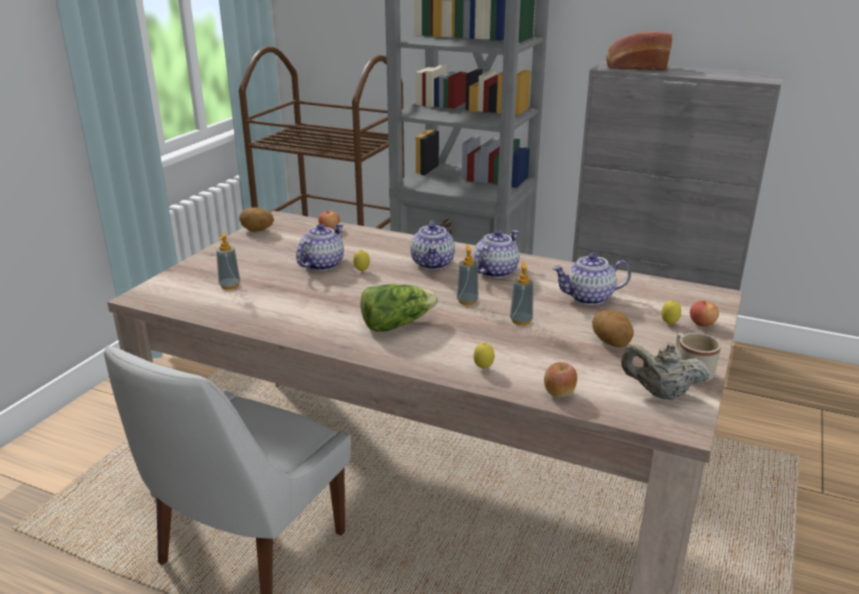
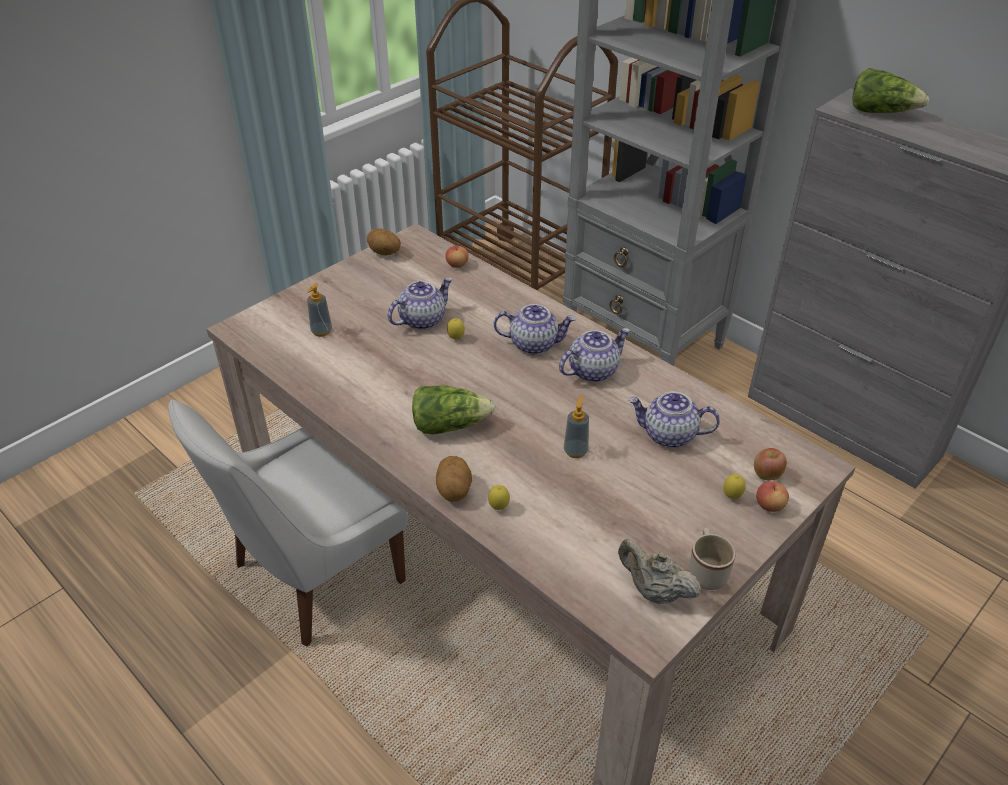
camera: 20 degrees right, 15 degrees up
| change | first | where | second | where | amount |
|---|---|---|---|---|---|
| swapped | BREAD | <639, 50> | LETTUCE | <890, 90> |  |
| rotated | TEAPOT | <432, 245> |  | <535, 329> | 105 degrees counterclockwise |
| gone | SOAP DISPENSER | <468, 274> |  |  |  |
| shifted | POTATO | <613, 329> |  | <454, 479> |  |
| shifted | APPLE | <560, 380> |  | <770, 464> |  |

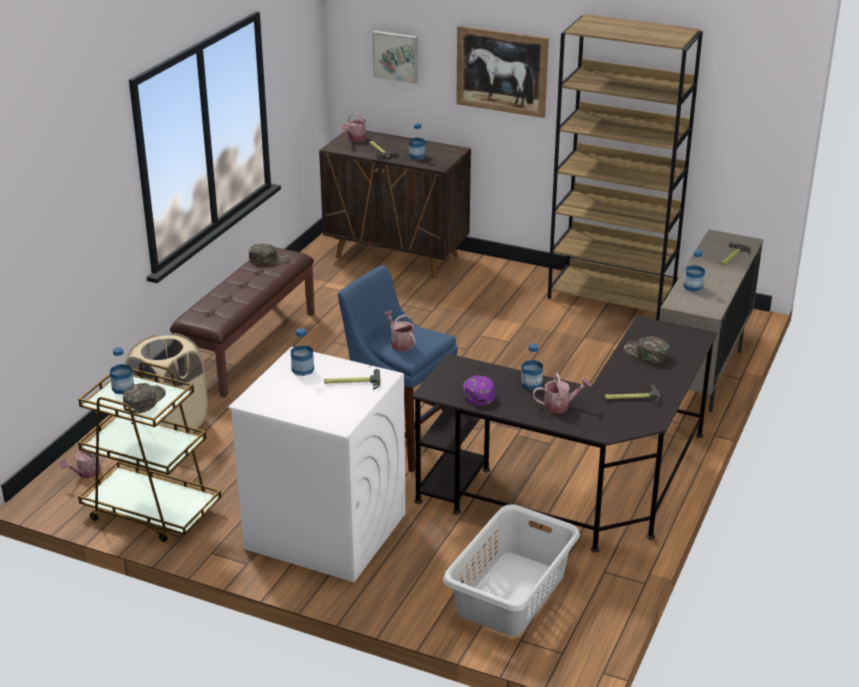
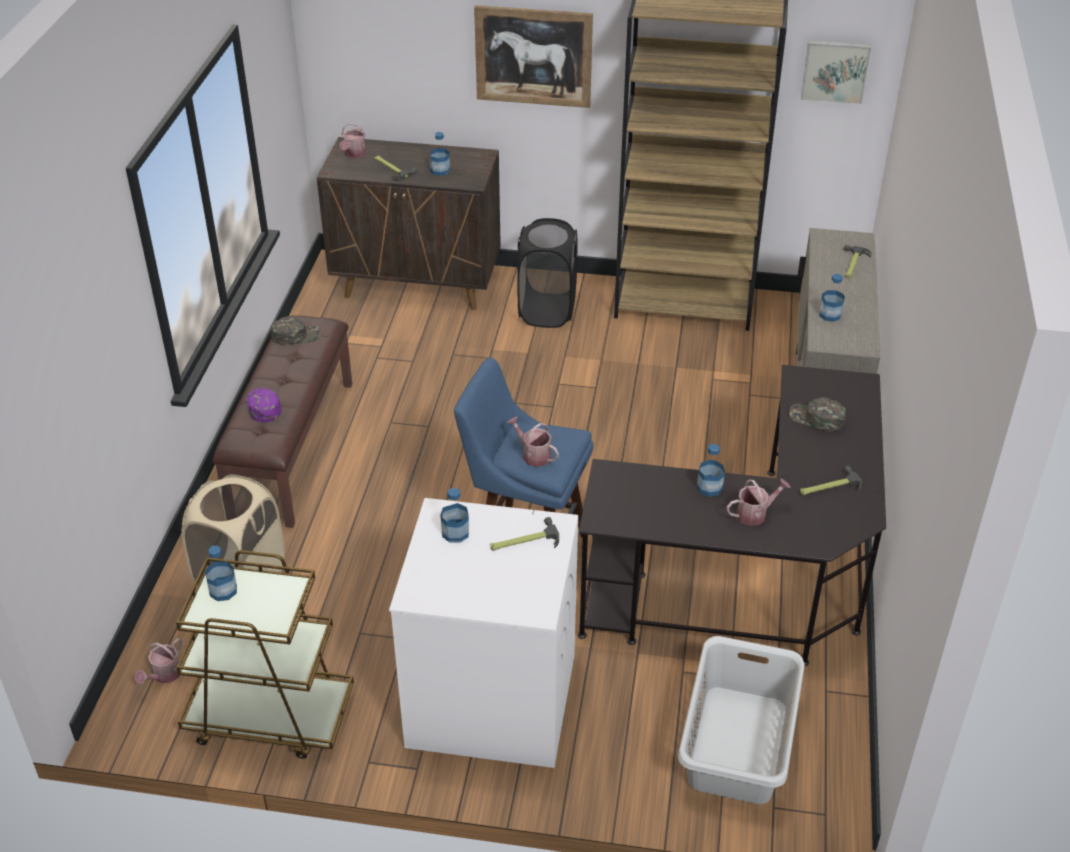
camera: 15 degrees left, 10 degrees up
| change | first | where | second | where | amount |
|---|---|---|---|---|---|
| shifted | PICTURE | <395, 57> |  | <836, 72> |  |
| shifted | PURPLE CAP | <479, 390> |  | <263, 405> |  |
| gone | GREEN CAP | <144, 398> |  |  |  |
| new |  |  | BLACK LAUNDRY BASKET | <547, 273> |  |

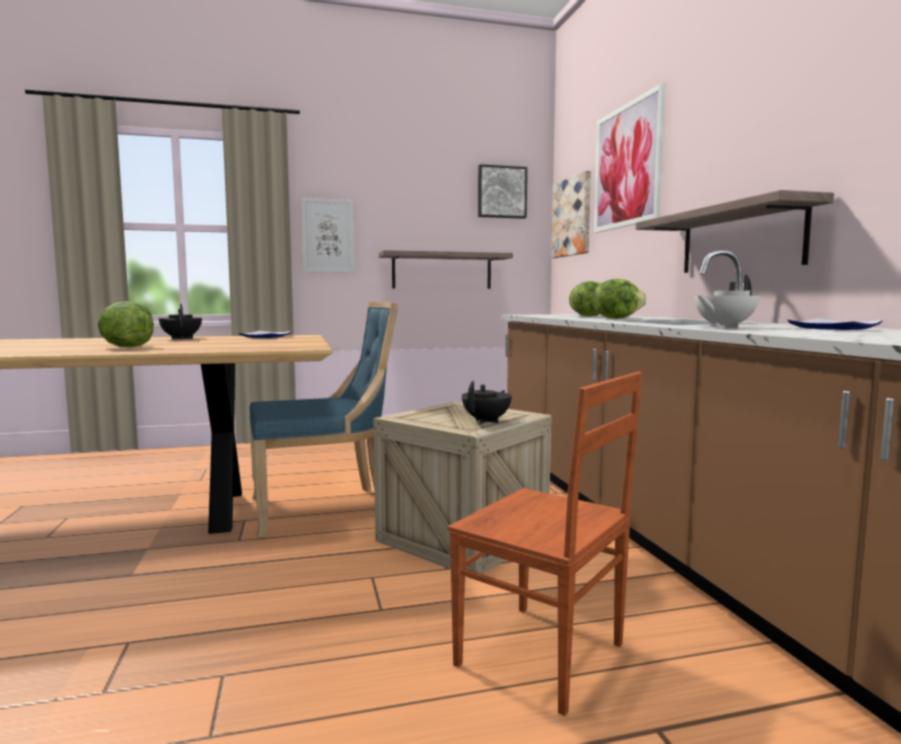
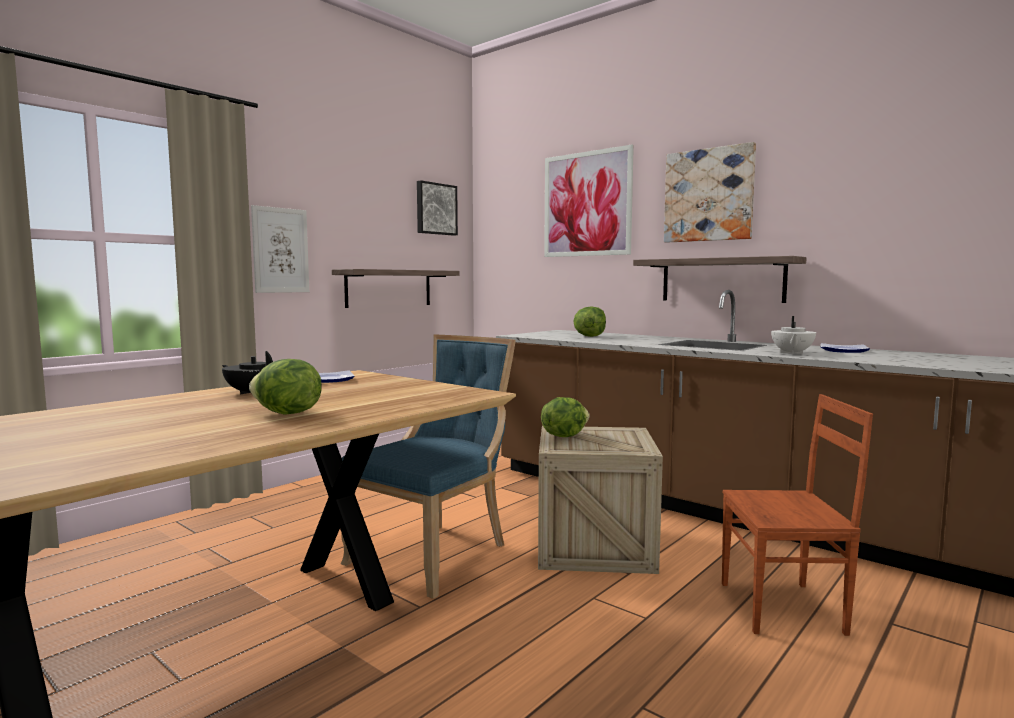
camera: 35 degrees left, 0 degrees up
| change | first | where | second | where | amount |
|---|---|---|---|---|---|
| shifted | PICTURE | <571, 214> |  | <710, 192> |  |
| shifted | LETTUCE | <620, 299> |  | <565, 417> |  |
| gone | BLACK TEAPOT | <487, 402> |  |  |  |

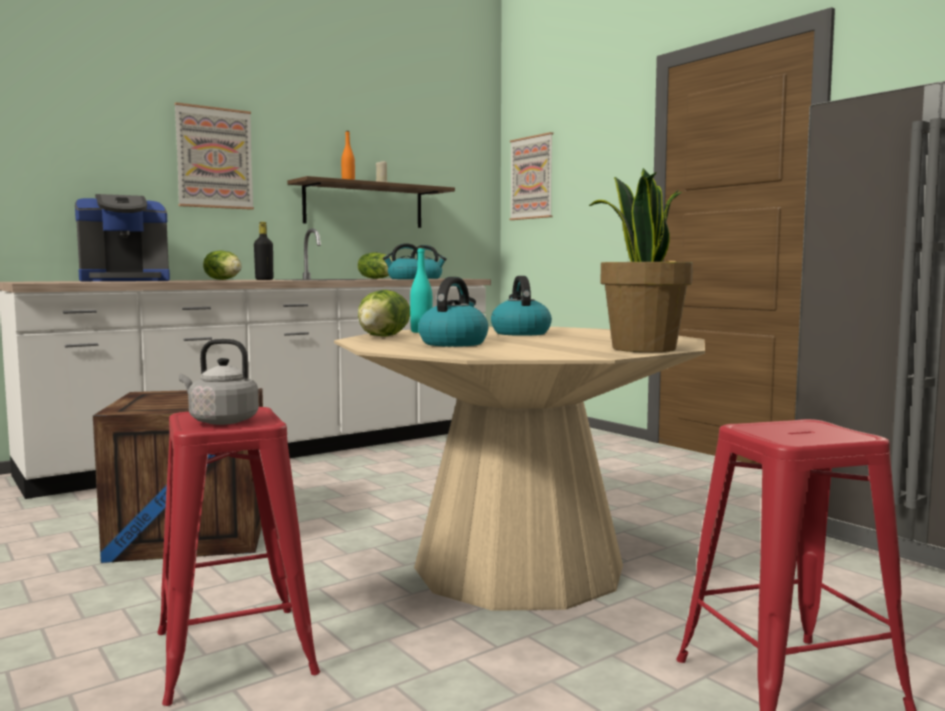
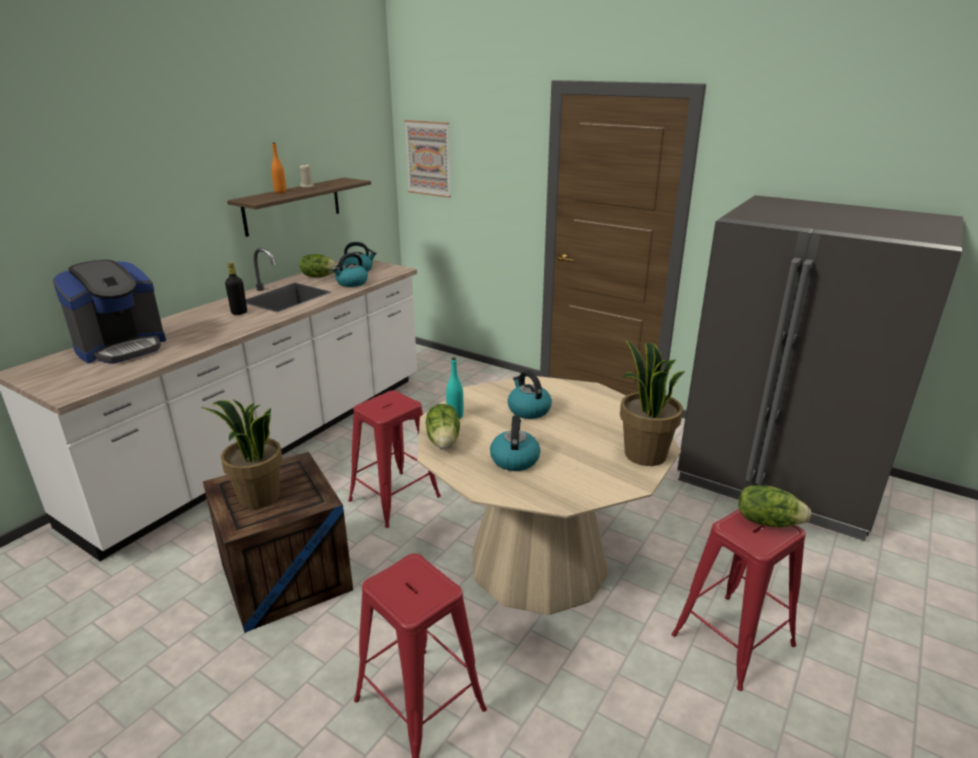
camera: 20 degrees left, 20 degrees up
| change | first | where | second | where | amount |
|---|---|---|---|---|---|
| gone | PICTURE | <214, 156> |  |  |  |
| shifted | LETTUCE | <222, 265> |  | <775, 506> |  |
| gone | GREY KETTLE | <219, 382> |  |  |  |
| new |  |  | RED STOOL | <394, 459> |  |
| new |  |  | POTTED PLANT | <242, 454> |  |

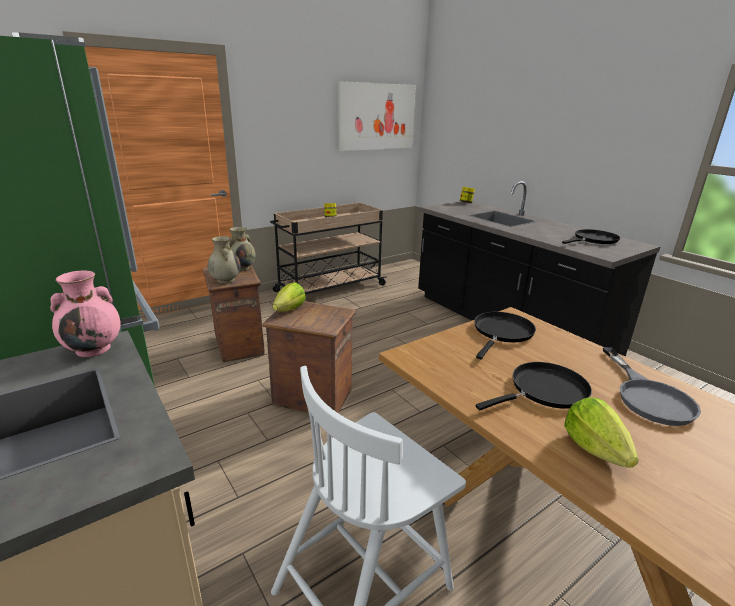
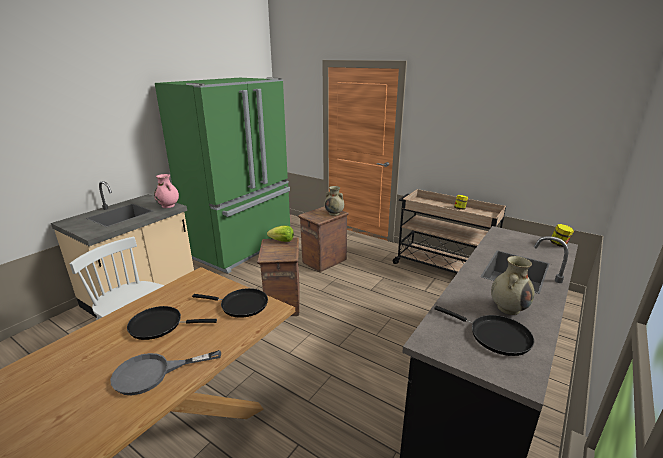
camera: 70 degrees right, 0 degrees up
| change | first | where | second | where | amount |
|---|---|---|---|---|---|
| gone | PICTURE | <377, 116> |  |  |  |
| shifted | BEIGE VASE | <224, 260> |  | <512, 285> |  |
| rotated | BLACK FRYING PAN | <534, 386> |  | <172, 323> | 135 degrees clockwise |
| gone | LETTUCE | <601, 432> |  |  |  |

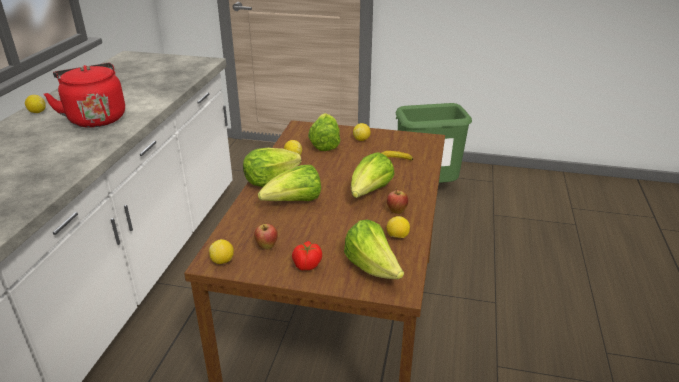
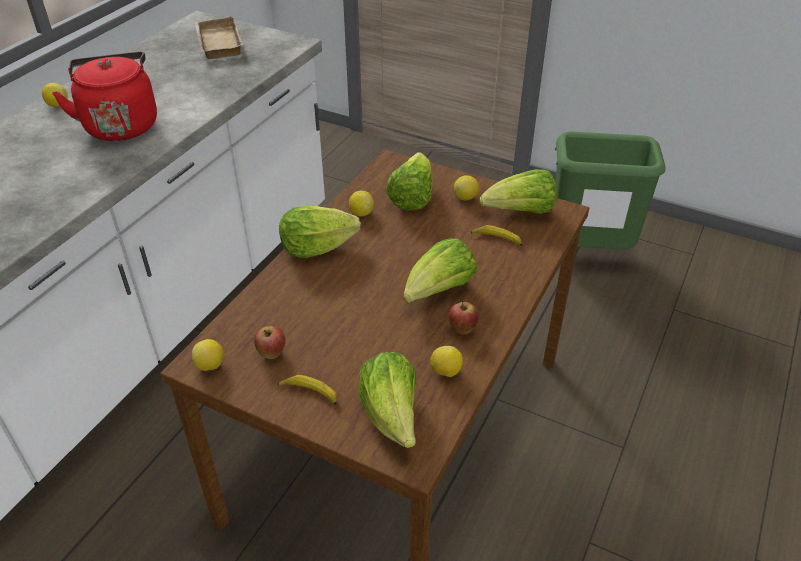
camera: 15 degrees right, 10 degrees up
| change | first | where | second | where | amount |
|---|---|---|---|---|---|
| shifted | LETTUCE | <289, 183> |  | <518, 191> |  |
| swapped | TOMATO | <307, 256> | BANANA | <307, 390> |  |
| new |  |  | BEIGE TRAY | <218, 37> |  |

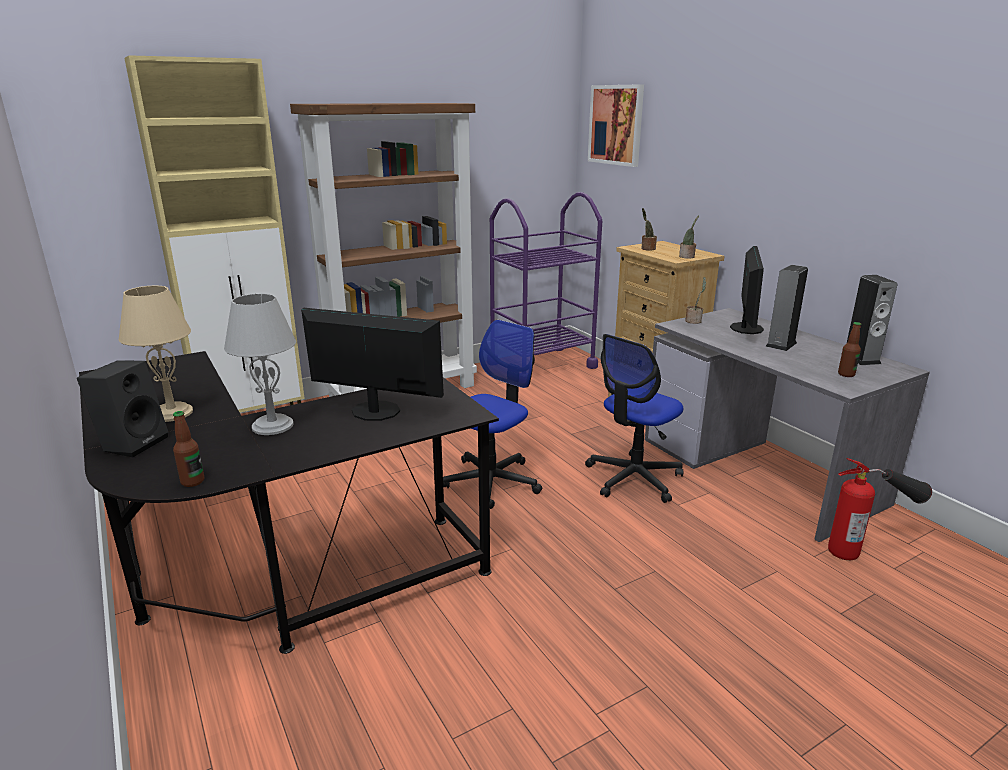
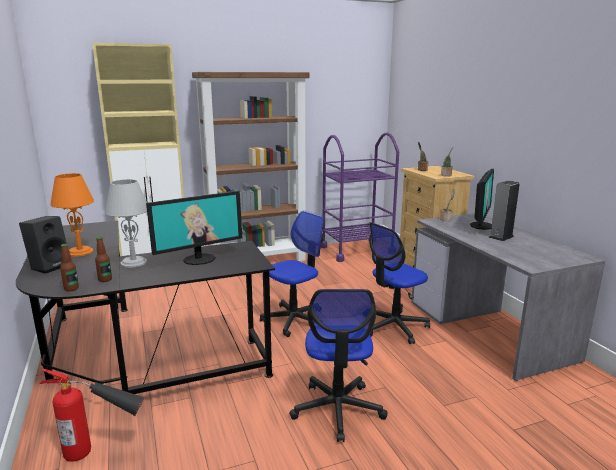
camera: 10 degrees right, 5 degrees down
| change | first | where | second | where | amount |
|---|---|---|---|---|---|
| gone | PICTURE | <616, 125> |  |  |  |
| gone | SPEAKER | <872, 320> |  |  |  |
| repainted | BEIGE TABLE LAMP | <156, 353> | ORANGE TABLE LAMP | <72, 215> |  |
| rotated | MONITOR | <372, 364> |  | <194, 228> | 120 degrees clockwise |
| shifted | BOTTLE | <849, 349> |  | <103, 259> |  |
| shifted | FIRE EXTINGUISHER | <880, 509> |  | <92, 415> |  |
| new |  |  | OFFICE CHAIR | <338, 365> |  |

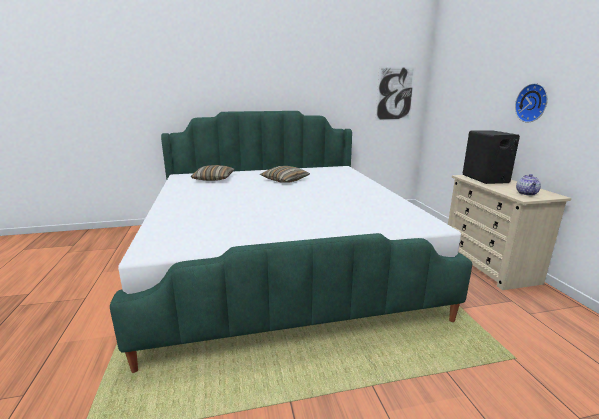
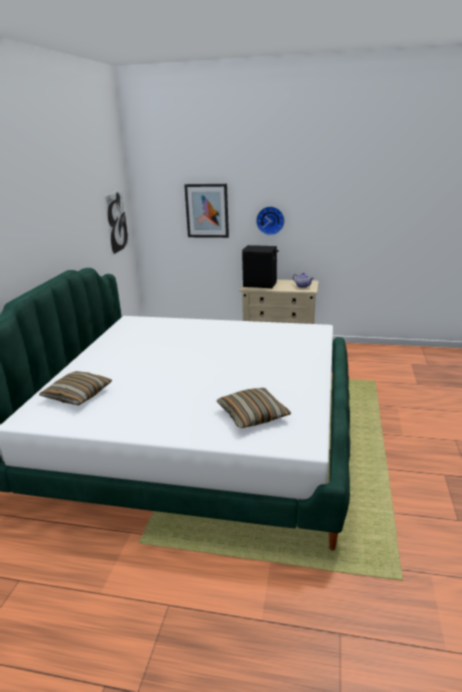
camera: 65 degrees left, 5 degrees up
| change | first | where | second | where | amount |
|---|---|---|---|---|---|
| shifted | PILLOW | <285, 174> |  | <254, 408> |  |
| new |  |  | PICTURE | <206, 211> |  |

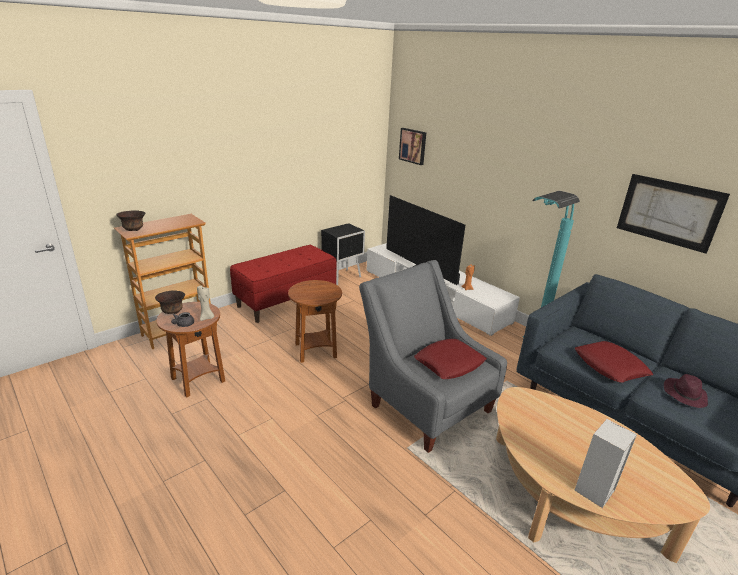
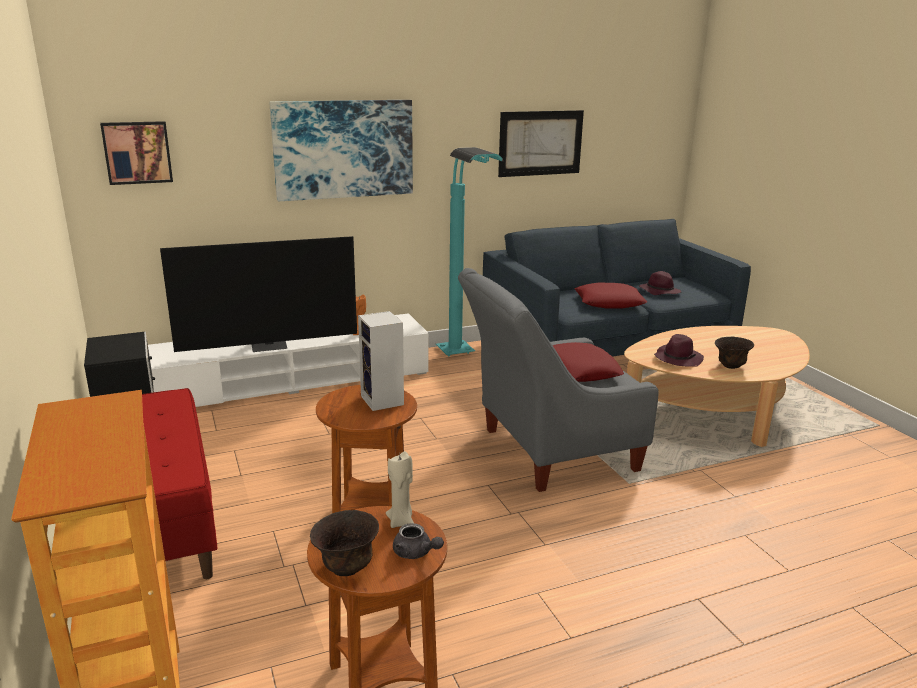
camera: 70 degrees left, 5 degrees down
| change | first | where | second | where | amount |
|---|---|---|---|---|---|
| shifted | BROWN BOWL | <130, 220> |  | <734, 353> |  |
| shifted | SPEAKER | <605, 463> |  | <381, 361> |  |
| new |  |  | PICTURE | <341, 150> |  |
| new |  |  | PURPLE HAT | <679, 350> |  |

